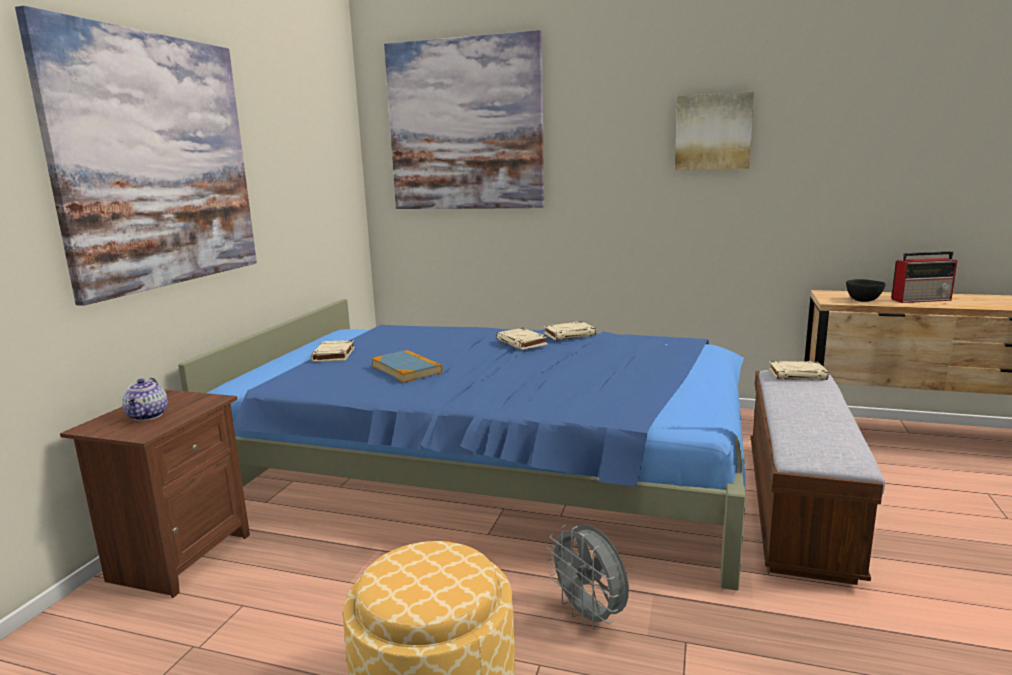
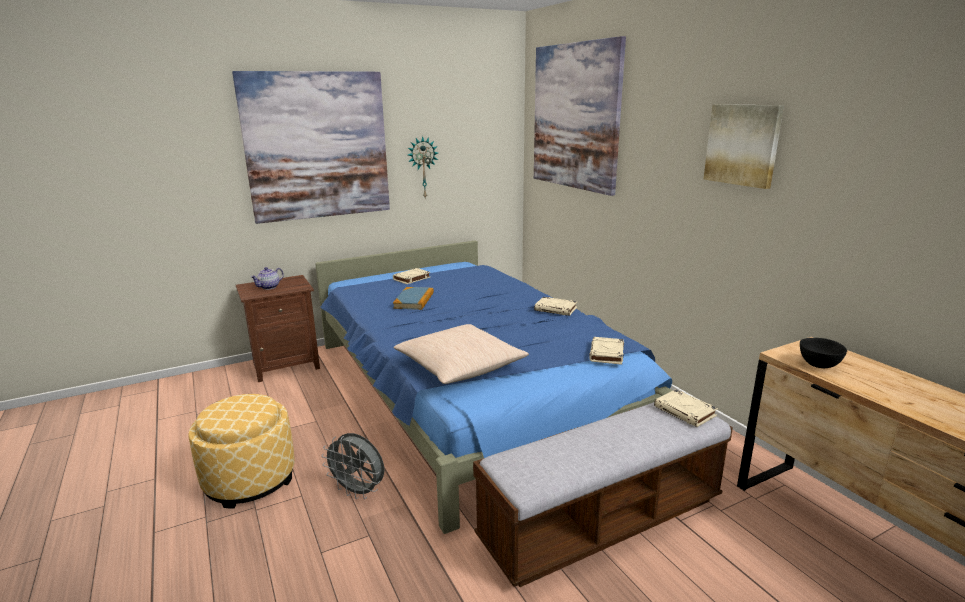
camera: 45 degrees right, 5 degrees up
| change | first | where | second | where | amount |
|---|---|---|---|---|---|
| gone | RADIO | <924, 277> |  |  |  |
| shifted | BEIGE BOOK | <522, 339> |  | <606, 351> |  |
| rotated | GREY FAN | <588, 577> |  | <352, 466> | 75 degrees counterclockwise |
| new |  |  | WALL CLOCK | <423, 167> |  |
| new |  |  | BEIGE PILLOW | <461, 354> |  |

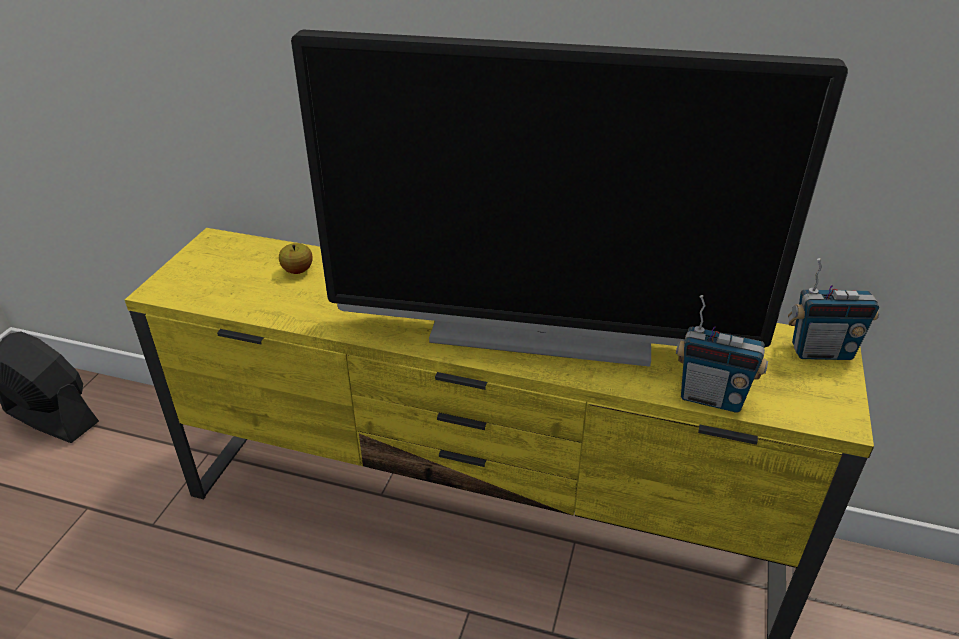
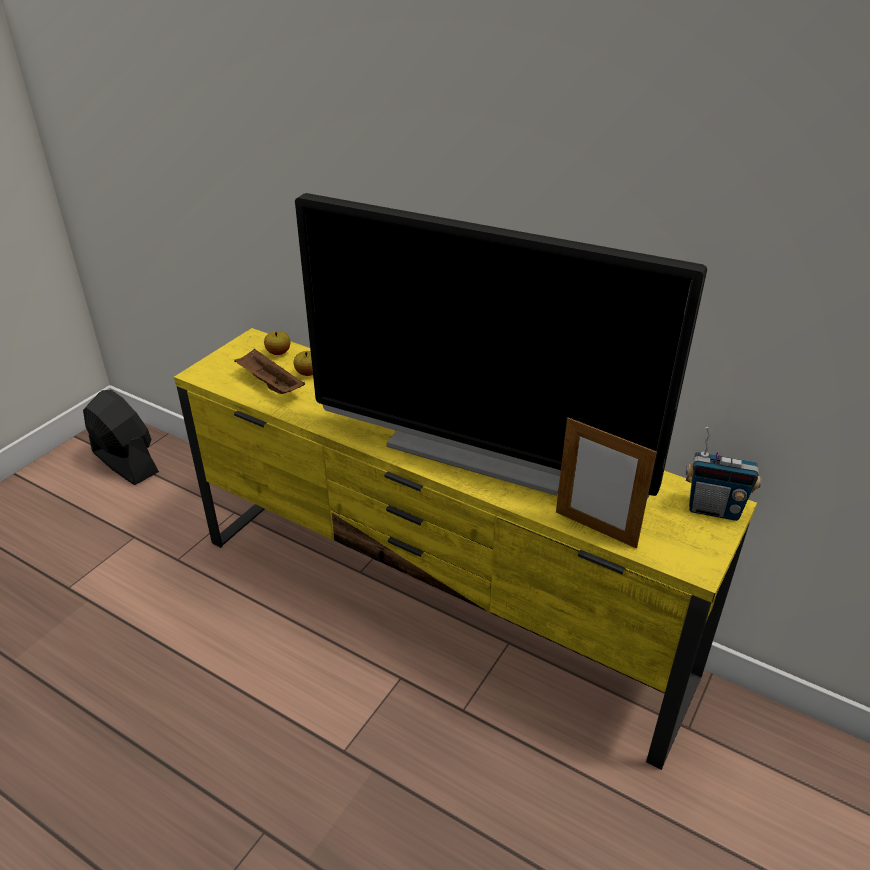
camera: 15 degrees right, 0 degrees up
| change | first | where | second | where | amount |
|---|---|---|---|---|---|
| swapped | RADIO | <722, 354> | PICTURE FRAME | <606, 483> |  |
| new |  |  | APPLE | <277, 343> |  |
| new |  |  | BROWN TRAY | <269, 371> |  |

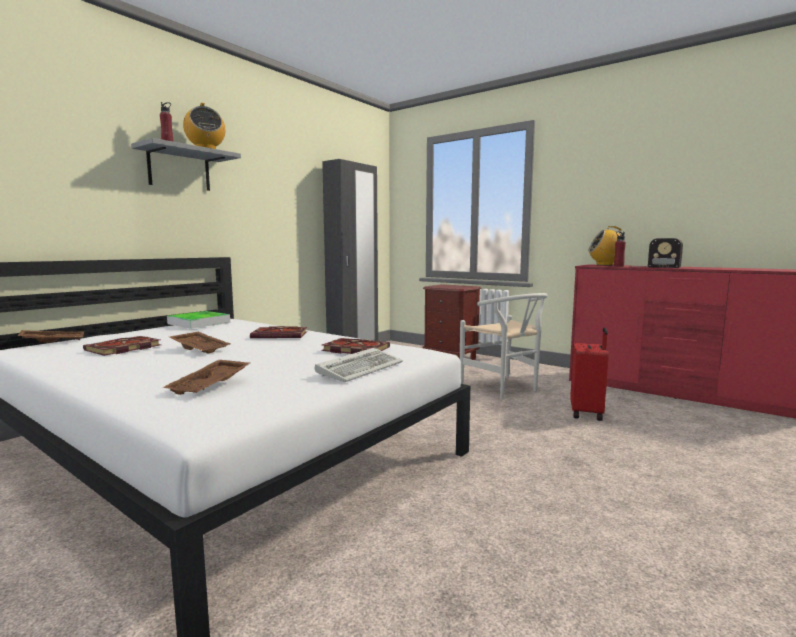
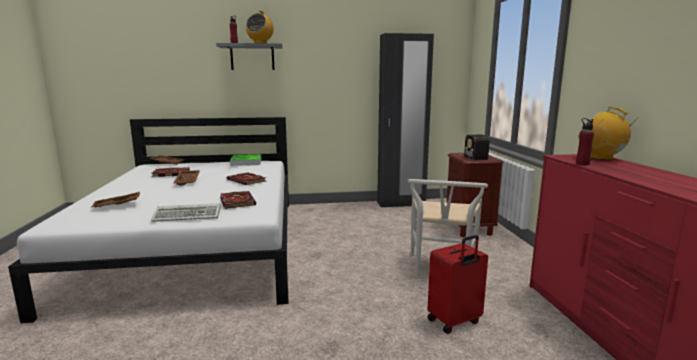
camera: 45 degrees right, 5 degrees up
| change | first | where | second | where | amount |
|---|---|---|---|---|---|
| shifted | RADIO | <656, 253> |  | <477, 147> |  |

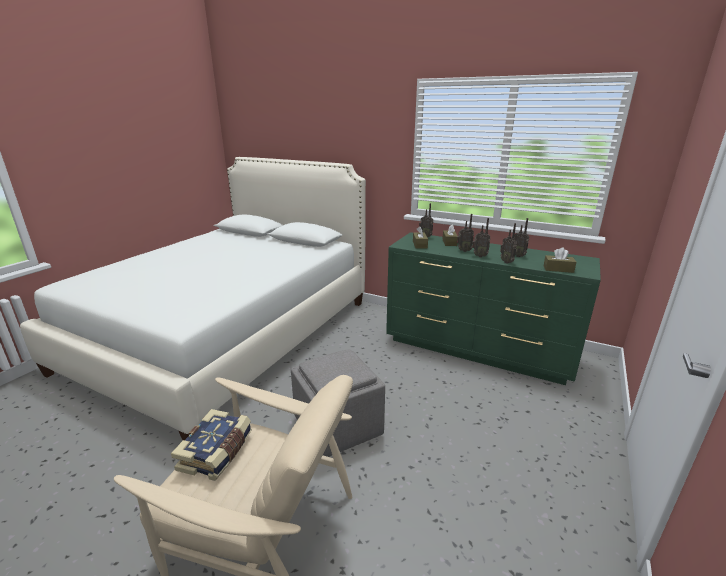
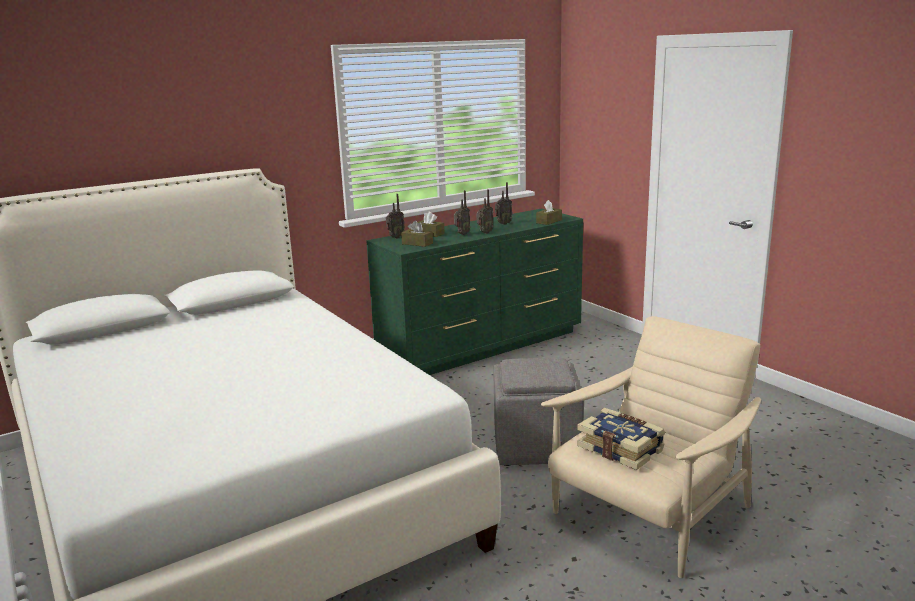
camera: 60 degrees left, 5 degrees down
| change | first | where | second | where | amount |
|---|---|---|---|---|---|
| gone | RADIO | <508, 243> |  |  |  |

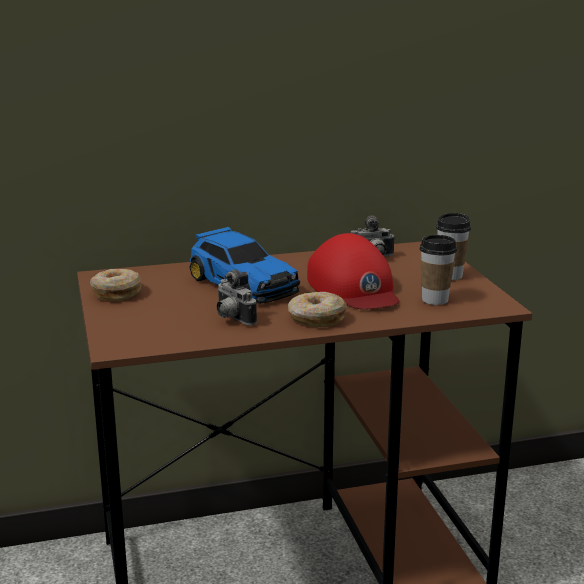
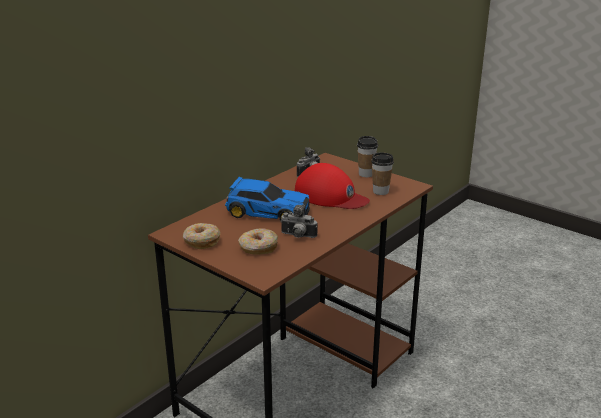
camera: 35 degrees left, 5 degrees up
| change | first | where | second | where | amount |
|---|---|---|---|---|---|
| shifted | DONUT | <317, 309> |  | <258, 241> |  |

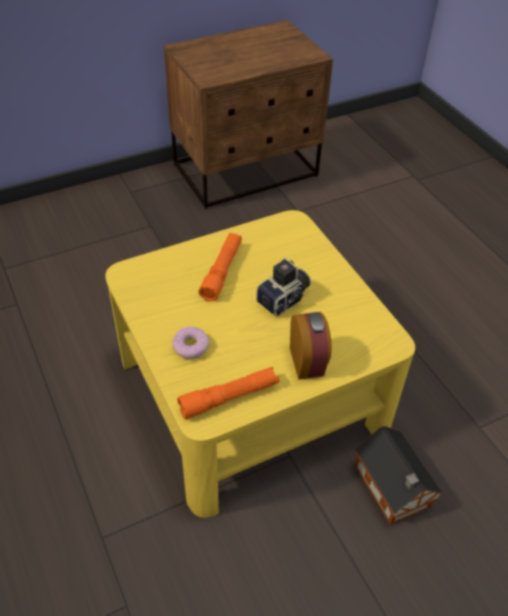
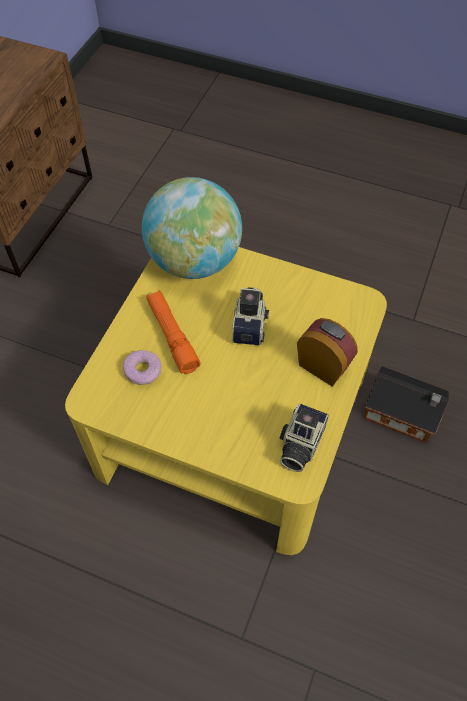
camera: 40 degrees left, 10 degrees up
| change | first | where | second | where | amount |
|---|---|---|---|---|---|
| shifted | DONUT | <190, 343> |  | <142, 367> |  |
| swapped | ORANGE FLASHLIGHT | <228, 393> | PHOTO CAMERA | <304, 437> |  |
| new |  |  | GLOBE | <192, 228> |  |

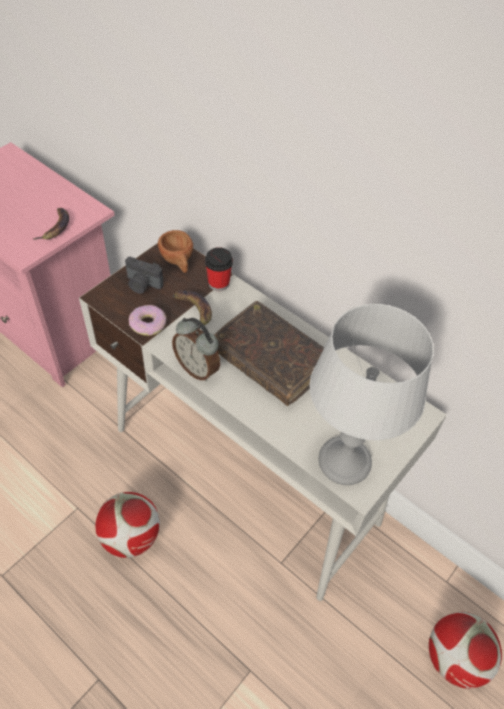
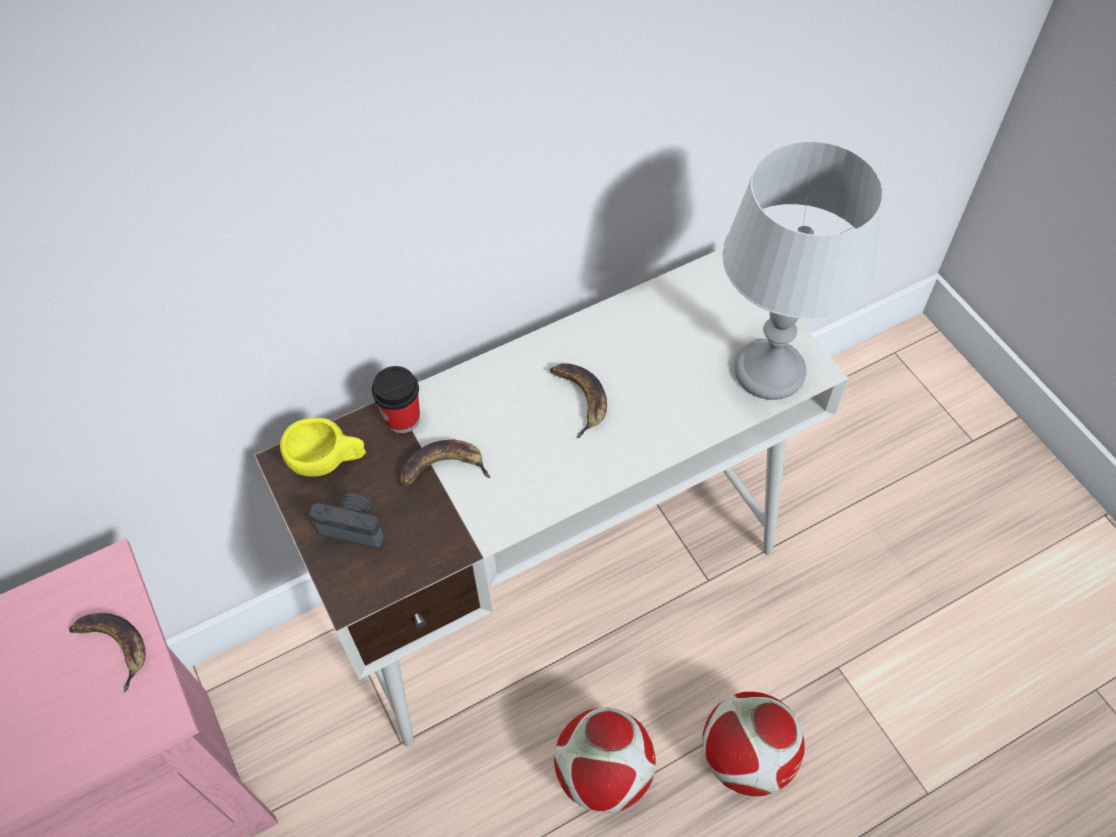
camera: 65 degrees left, 5 degrees up
| change | first | where | second | where | amount |
|---|---|---|---|---|---|
| repainted | BROWN CUP | <175, 251> | YELLOW CUP | <323, 447> |  |
| rotated | PHOTO CAMERA | <144, 275> |  | <347, 520> | 120 degrees counterclockwise |
| swapped | BROWN BOOK | <269, 353> | BANANA | <578, 401> |  |
| gone | DONUT | <148, 320> |  |  |  |
| gone | ALARM CLOCK | <196, 349> |  |  |  |
| shifted | FOOTBALL | <465, 650> |  | <754, 744> |  |

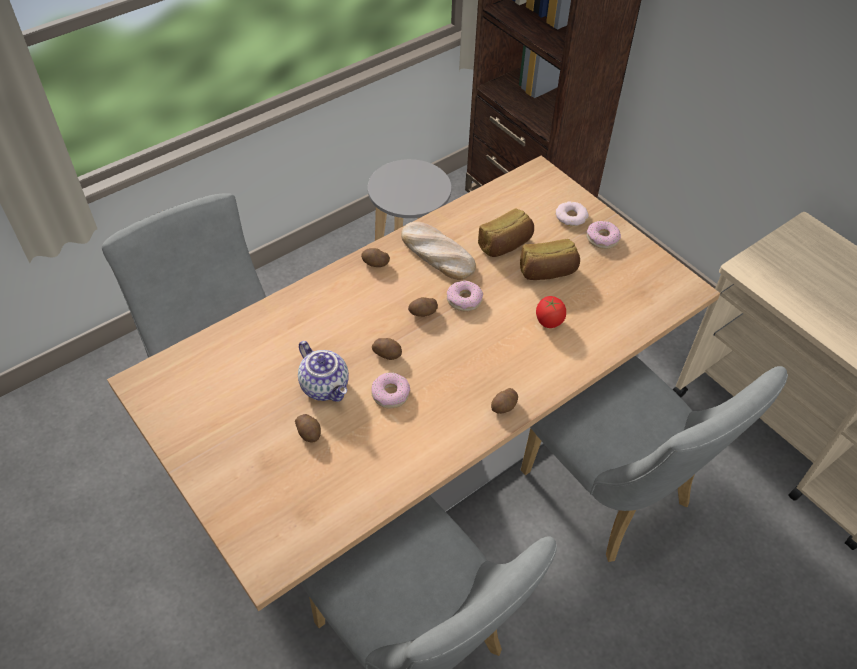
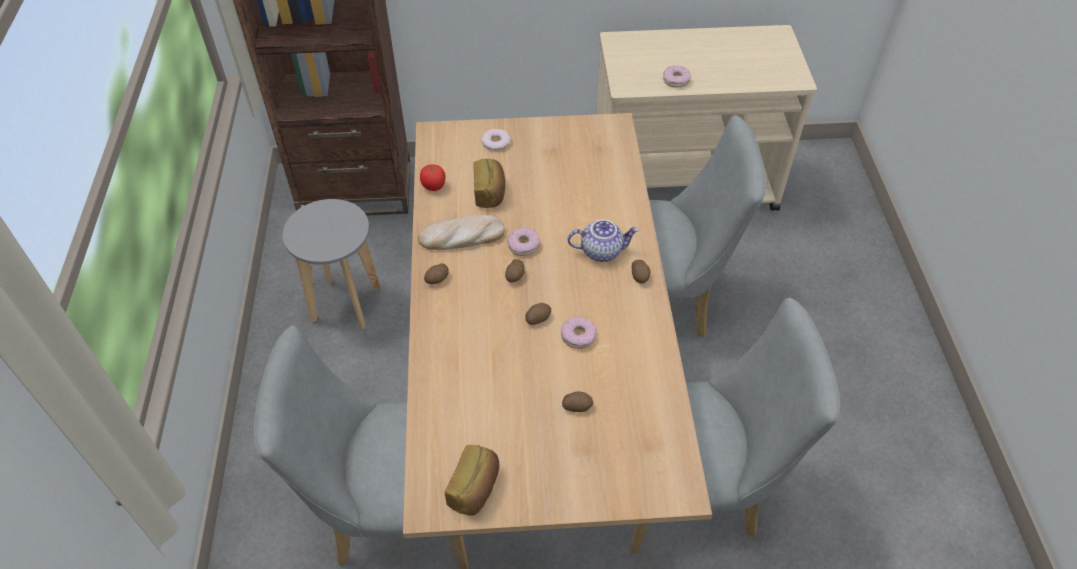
camera: 55 degrees left, 0 degrees up
| change | first | where | second | where | amount |
|---|---|---|---|---|---|
| shifted | DONUT | <603, 235> |  | <677, 76> |  |
| shifted | BREAD | <550, 259> |  | <472, 480> |  |
| shifted | TOMATO | <551, 312> |  | <433, 177> |  |
| shifted | TEAPOT | <323, 371> |  | <603, 240> |  |

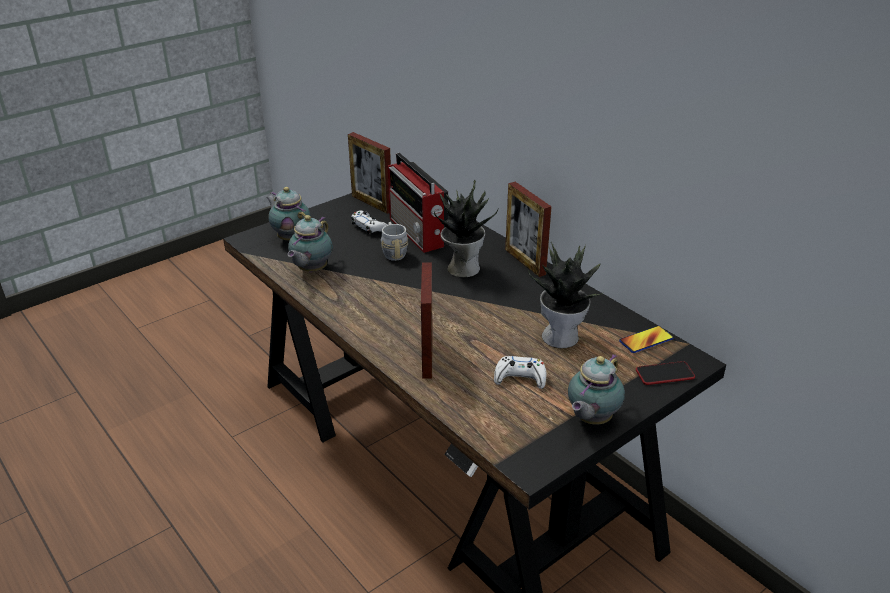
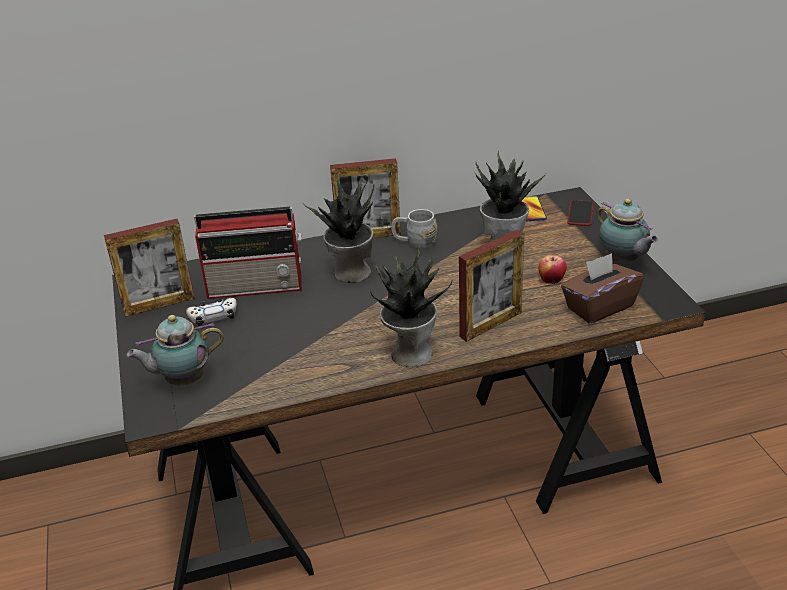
camera: 65 degrees left, 0 degrees up
| change | first | where | second | where | amount |
|---|---|---|---|---|---|
| gone | TEAPOT | <310, 243> |  |  |  |
| shifted | GREY MUG | <394, 241> |  | <414, 229> |  |
| rotated | PICTURE FRAME | <427, 321> |  | <491, 286> | 60 degrees counterclockwise |
| swapped | WHITE GAME CONTROLLER | <520, 372> | APPLE | <553, 269> |  |
| new |  |  | POTTED PLANT | <411, 306> |  |
| new |  |  | BROWN TISSUE BOX | <602, 288> |  |

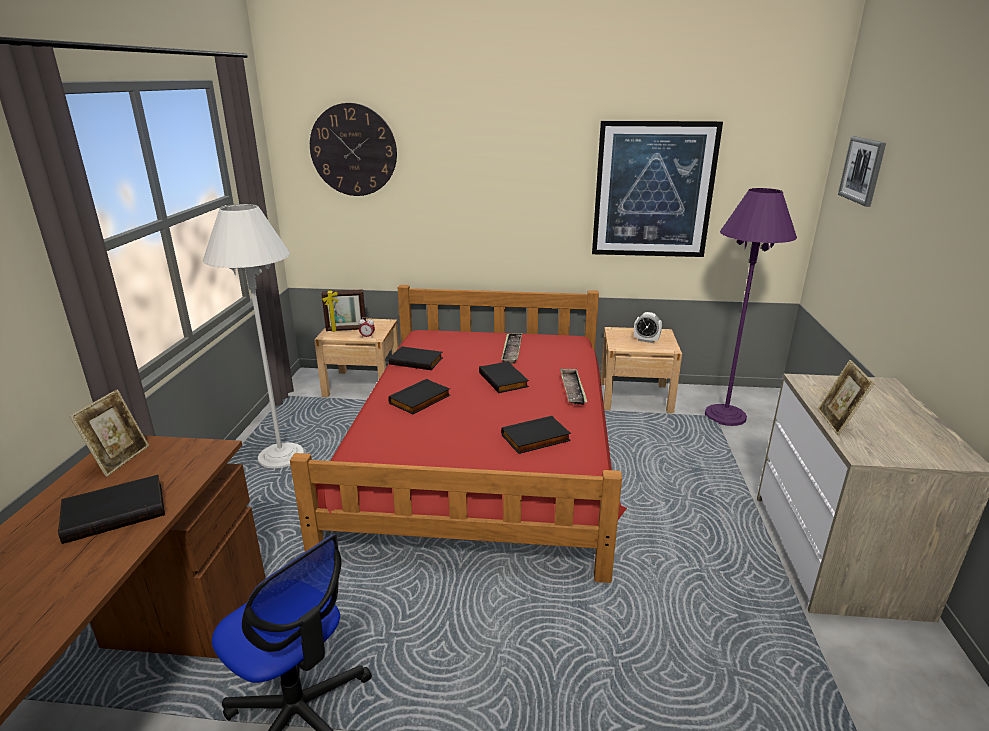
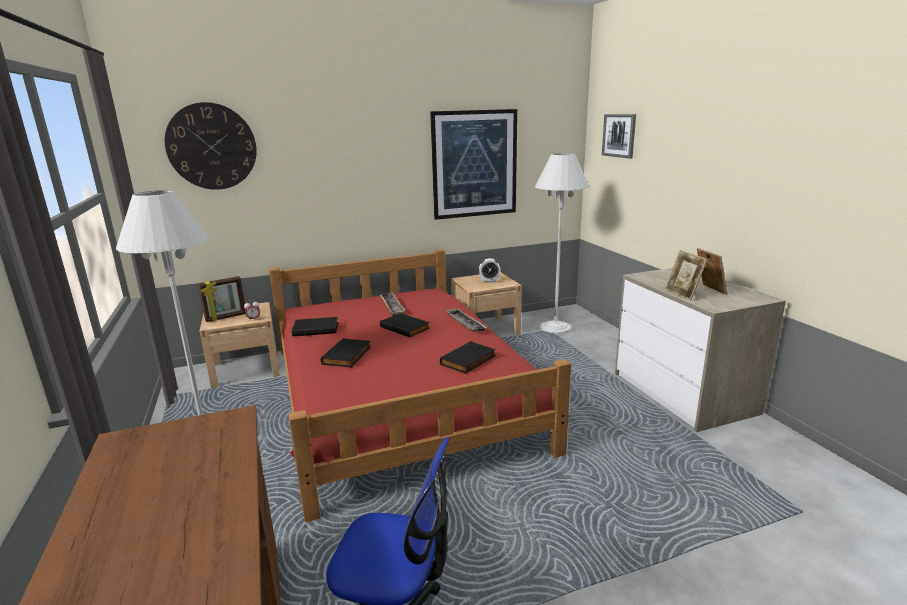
camera: 25 degrees left, 5 degrees down
| change | first | where | second | where | amount |
|---|---|---|---|---|---|
| repainted | PURPLE FLOOR LAMP | <751, 307> | WHITE FLOOR LAMP | <562, 243> |  |
| shifted | PICTURE FRAME | <109, 433> |  | <712, 271> |  |
| gone | BLACK BOOK | <111, 509> |  |  |  |

